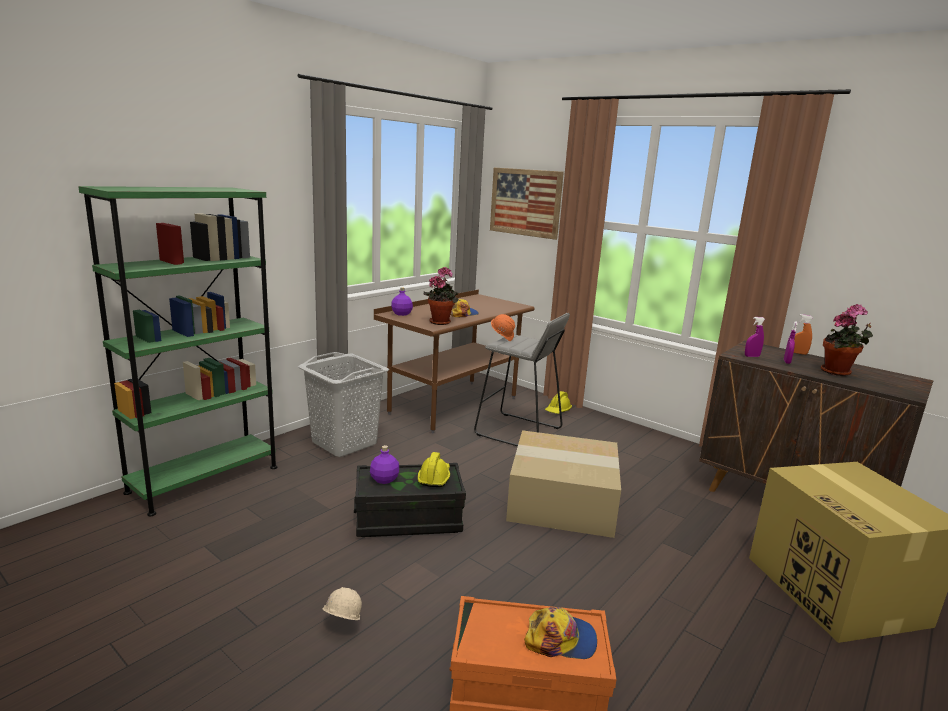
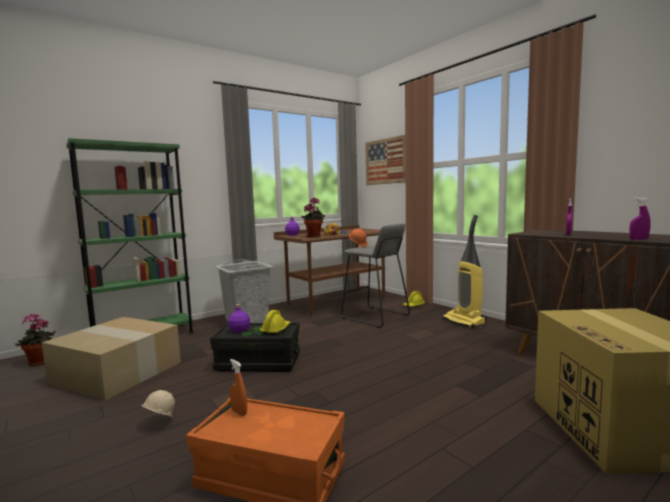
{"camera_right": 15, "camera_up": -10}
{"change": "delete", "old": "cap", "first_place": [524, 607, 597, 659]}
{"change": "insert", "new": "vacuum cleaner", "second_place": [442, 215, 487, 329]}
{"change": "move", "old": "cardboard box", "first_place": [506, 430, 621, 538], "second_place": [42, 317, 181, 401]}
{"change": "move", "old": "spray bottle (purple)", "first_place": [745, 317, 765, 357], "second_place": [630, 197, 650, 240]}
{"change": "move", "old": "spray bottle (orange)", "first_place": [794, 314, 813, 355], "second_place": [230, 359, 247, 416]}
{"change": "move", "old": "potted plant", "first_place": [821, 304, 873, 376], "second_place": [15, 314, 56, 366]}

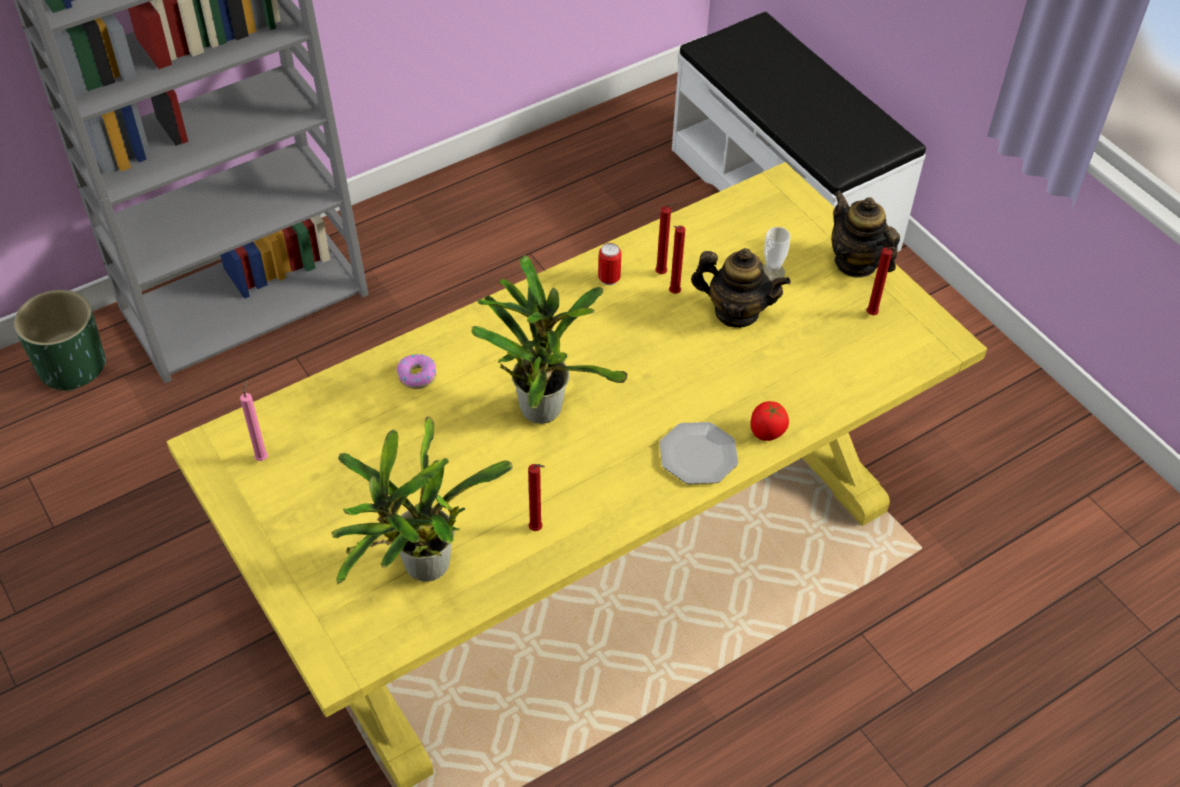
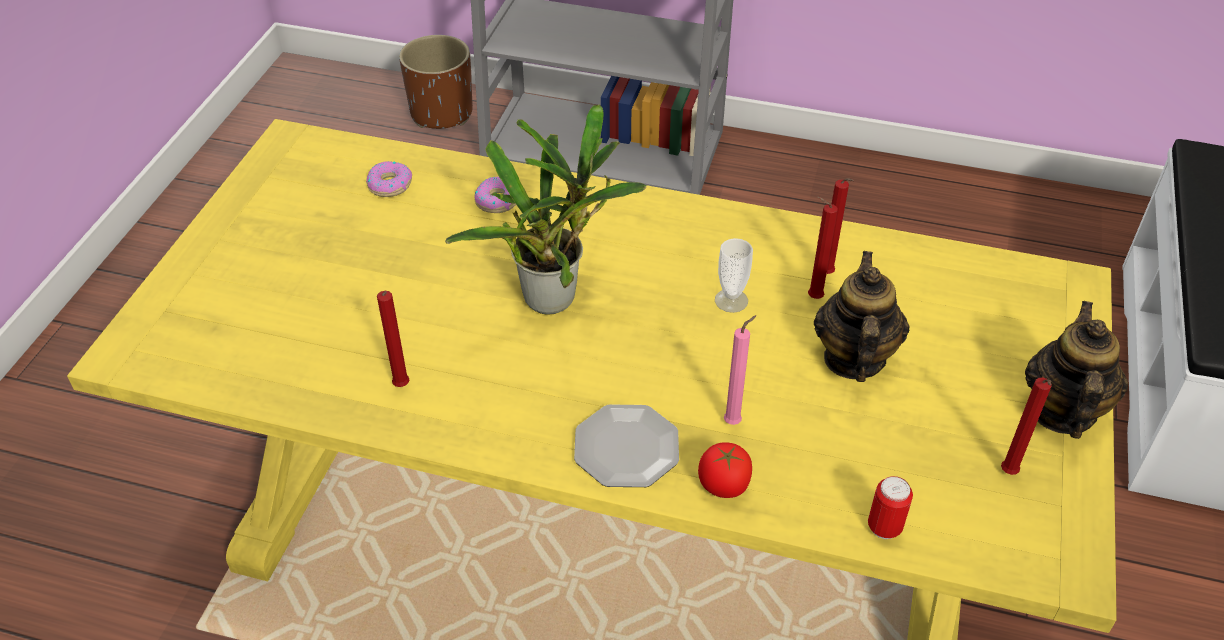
{"camera_right": 50, "camera_up": -5}
{"change": "delete", "old": "potted plant", "first_place": [332, 416, 513, 584]}
{"change": "insert", "new": "donut", "second_place": [366, 161, 412, 197]}
{"change": "move", "old": "candle (pink)", "first_place": [240, 381, 268, 461], "second_place": [724, 315, 757, 425]}
{"change": "move", "old": "can", "first_place": [598, 243, 621, 285], "second_place": [868, 476, 913, 539]}
{"change": "move", "old": "cup", "first_place": [763, 227, 790, 281], "second_place": [715, 238, 753, 313]}
{"change": "recolor", "old": "planter (green)", "new": "planter (brown)", "first_place": [14, 290, 106, 391], "second_place": [399, 35, 473, 129]}
{"change": "rotate", "old": "teapot", "first_place": [691, 248, 791, 328], "second_place": [814, 251, 910, 382], "degrees": -150}

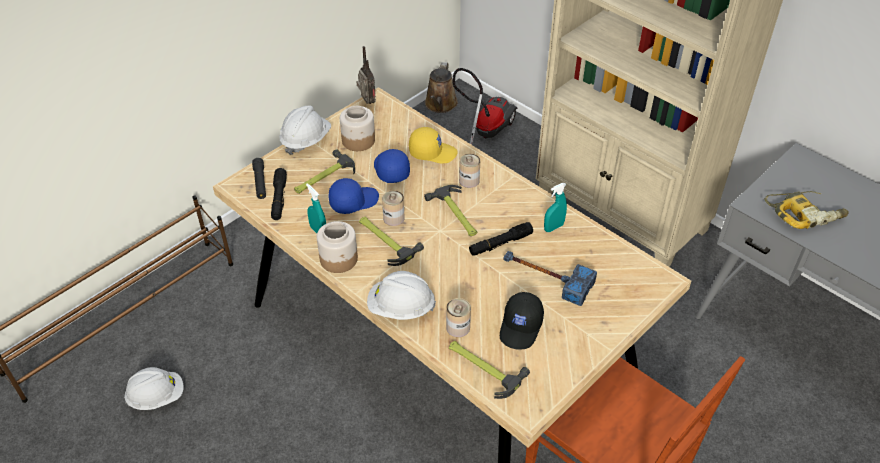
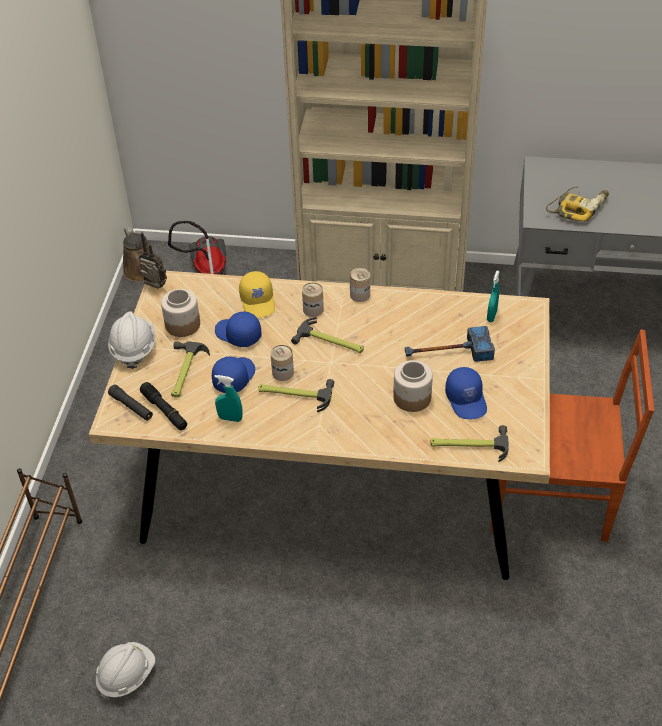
{"camera_right": -35, "camera_up": 0}
{"change": "delete", "old": "hard hat (white)", "first_place": [367, 271, 436, 320]}
{"change": "delete", "old": "flashlight (black)", "first_place": [469, 222, 533, 255]}
{"change": "move", "old": "jar", "first_place": [317, 221, 358, 273], "second_place": [393, 360, 433, 412]}
{"change": "move", "old": "can", "first_place": [446, 298, 471, 337], "second_place": [350, 268, 370, 302]}
{"change": "move", "old": "spray bottle (turquoise)", "first_place": [544, 183, 567, 232], "second_place": [487, 271, 500, 322]}
{"change": "recolor", "old": "cap (black)", "new": "cap (blue)", "first_place": [500, 292, 544, 350], "second_place": [445, 367, 487, 419]}
{"change": "rotate", "old": "cap (yellow)", "first_place": [409, 127, 458, 163], "second_place": [239, 271, 275, 318], "degrees": 105}

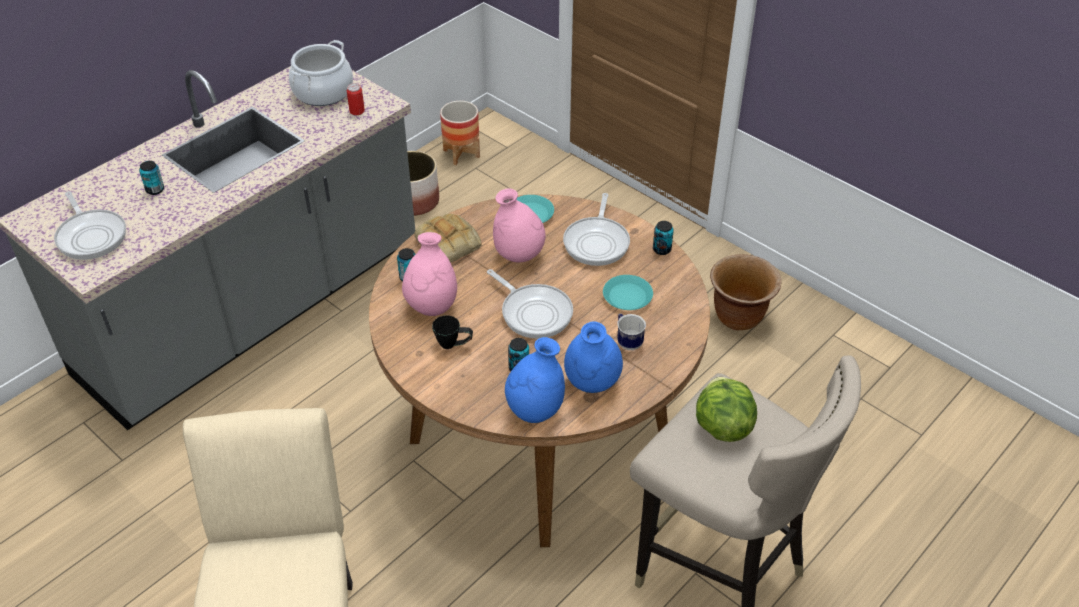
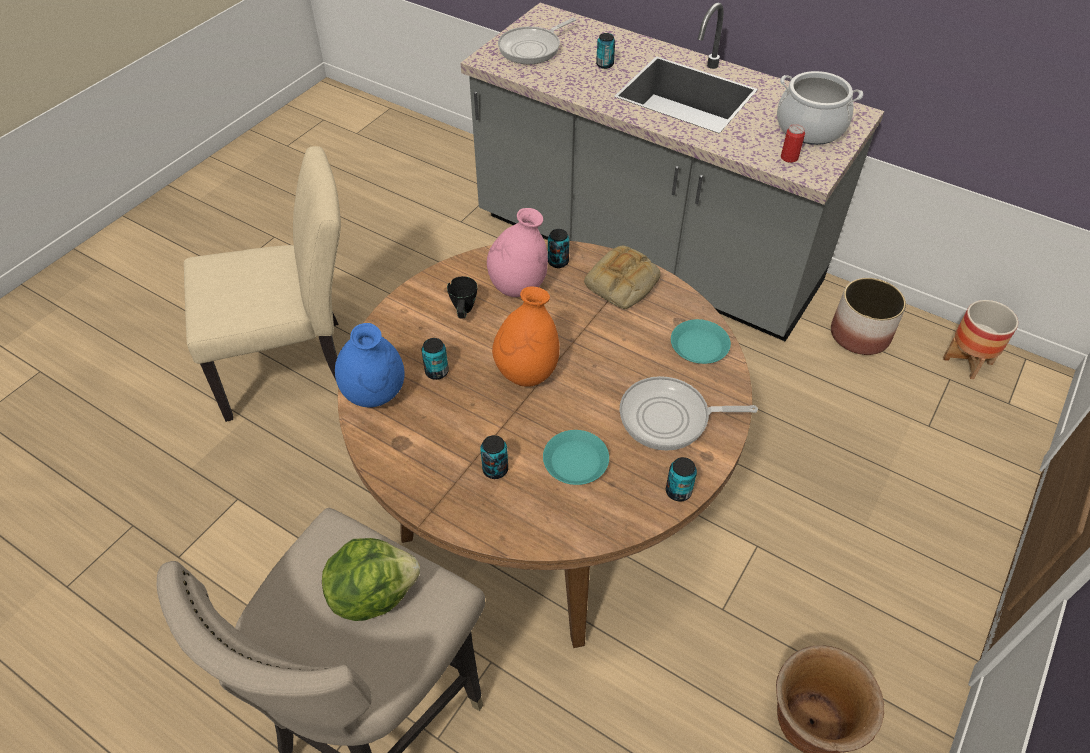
{"camera_right": 80, "camera_up": 5}
{"change": "delete", "old": "vase (pink)", "first_place": [493, 188, 546, 262]}
{"change": "delete", "old": "vase (blue)", "first_place": [564, 321, 623, 393]}
{"change": "replace", "old": "frying pan", "new": "vase (orange)", "first_place": [487, 269, 573, 339], "second_place": [492, 287, 559, 387]}
{"change": "replace", "old": "mug", "new": "can", "first_place": [617, 314, 646, 350], "second_place": [480, 435, 508, 479]}

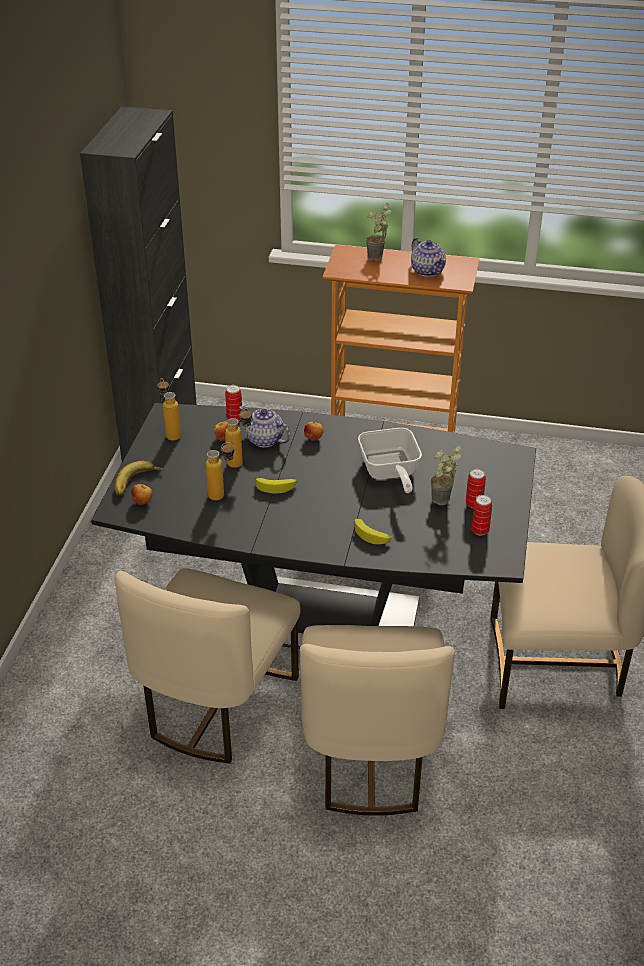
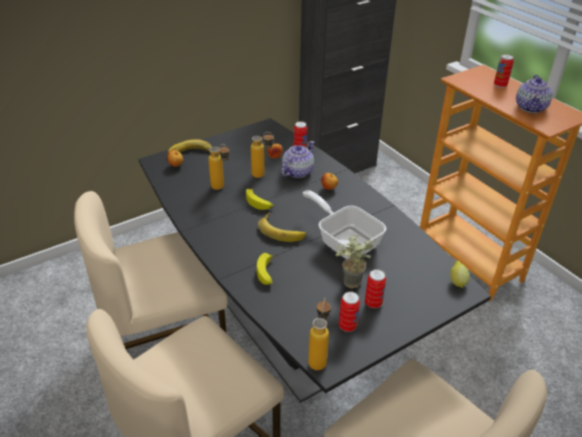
{"camera_right": 45, "camera_up": 0}
{"change": "insert", "new": "banana", "second_place": [258, 212, 306, 242]}
{"change": "insert", "new": "lemon", "second_place": [450, 261, 470, 288]}
{"change": "move", "old": "bottle", "first_place": [157, 378, 181, 441], "second_place": [308, 298, 331, 370]}
{"change": "replace", "old": "potted plant", "new": "can", "first_place": [366, 203, 391, 261], "second_place": [494, 54, 514, 88]}
{"change": "rotate", "old": "teapot", "first_place": [239, 406, 291, 447], "second_place": [281, 141, 315, 178], "degrees": 45}
{"change": "rotate", "old": "frying pan", "first_place": [358, 428, 422, 493], "second_place": [303, 190, 386, 259], "degrees": 105}

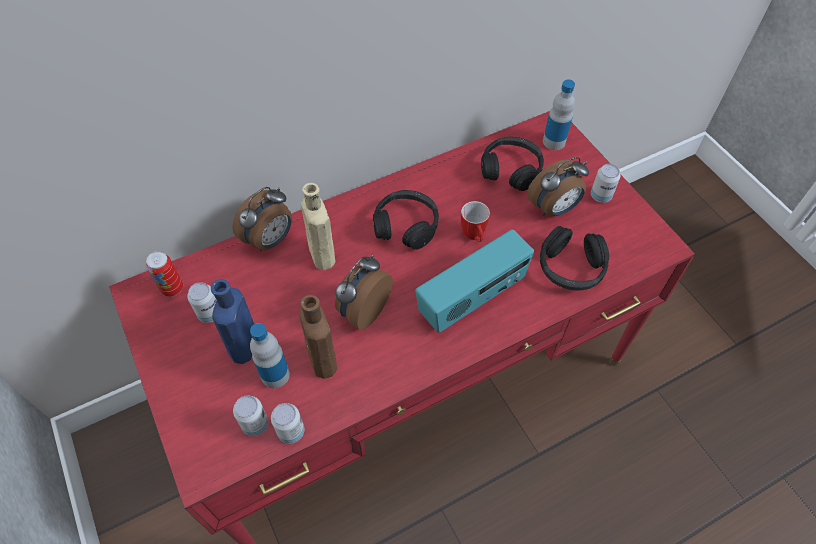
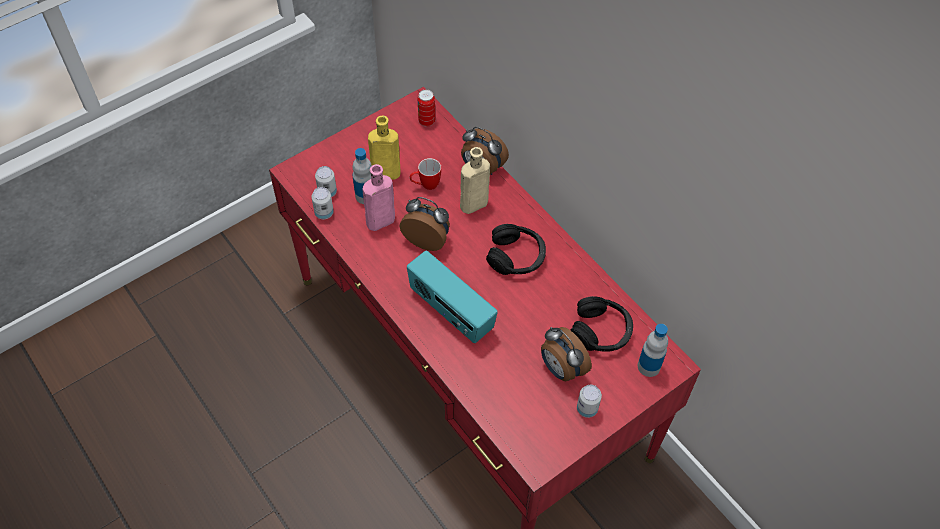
{"camera_right": 80, "camera_up": 0}
{"change": "delete", "old": "can", "first_place": [187, 282, 216, 323]}
{"change": "delete", "old": "headphones (black)", "first_place": [540, 226, 609, 290]}
{"change": "move", "old": "mug", "first_place": [461, 201, 490, 242], "second_place": [410, 158, 441, 190]}
{"change": "recolor", "old": "bottle (blue)", "new": "bottle (yellow)", "first_place": [211, 279, 254, 364], "second_place": [368, 116, 401, 180]}
{"change": "recolor", "old": "bottle (brown)", "new": "bottle (pink)", "first_place": [299, 295, 337, 379], "second_place": [362, 164, 395, 231]}

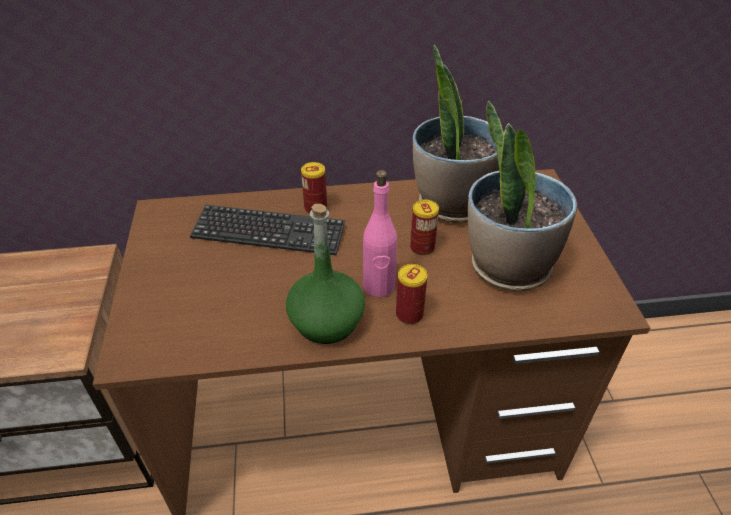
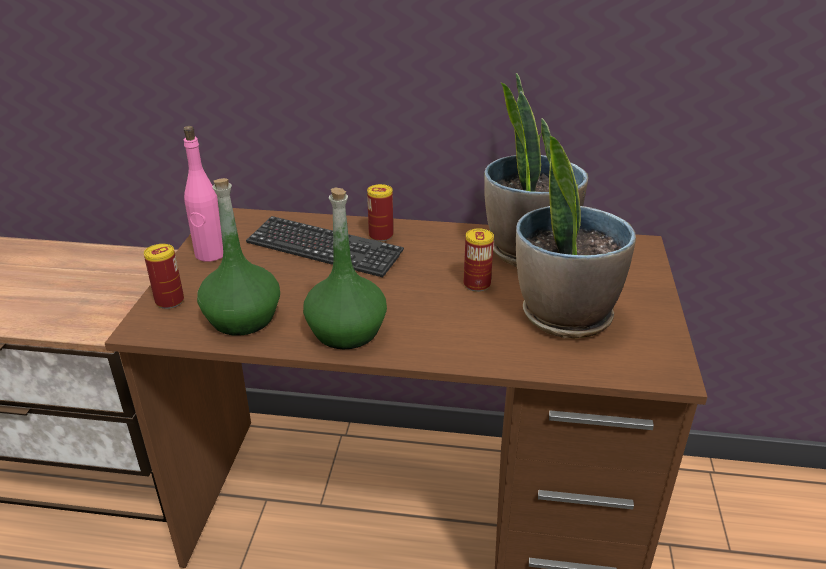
{"camera_right": 15, "camera_up": -10}
{"change": "insert", "new": "bottle (green)", "second_place": [197, 178, 280, 336]}
{"change": "move", "old": "bottle (pink)", "first_place": [363, 170, 397, 297], "second_place": [184, 126, 223, 262]}
{"change": "move", "old": "can", "first_place": [396, 264, 428, 324], "second_place": [144, 244, 184, 309]}

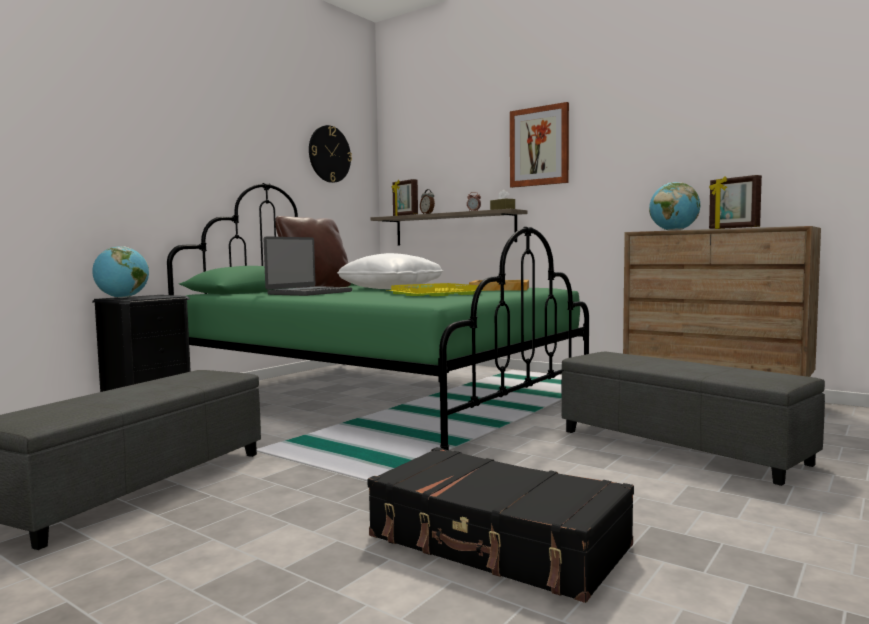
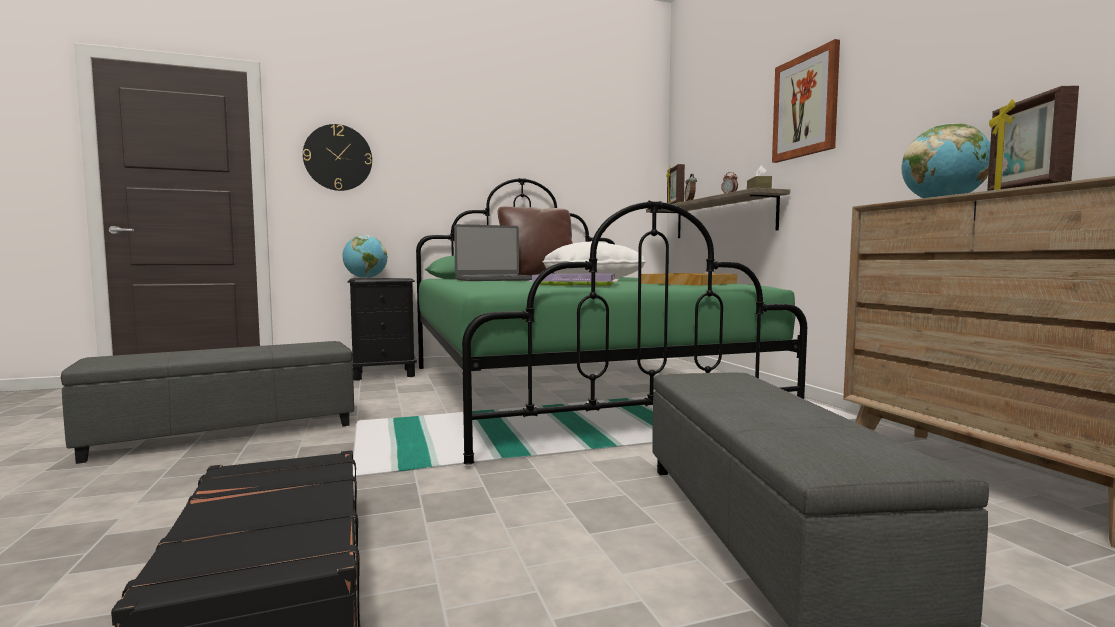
{"camera_right": 35, "camera_up": 0}
{"change": "move", "old": "wall clock", "first_place": [309, 125, 352, 183], "second_place": [303, 124, 372, 191]}
{"change": "recolor", "old": "tray (yellow)", "new": "tray (purple)", "first_place": [388, 283, 485, 296], "second_place": [530, 273, 619, 286]}

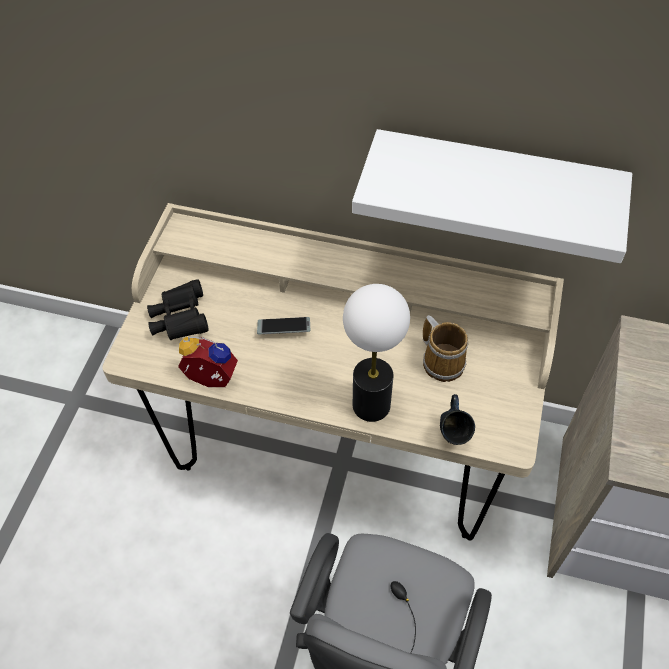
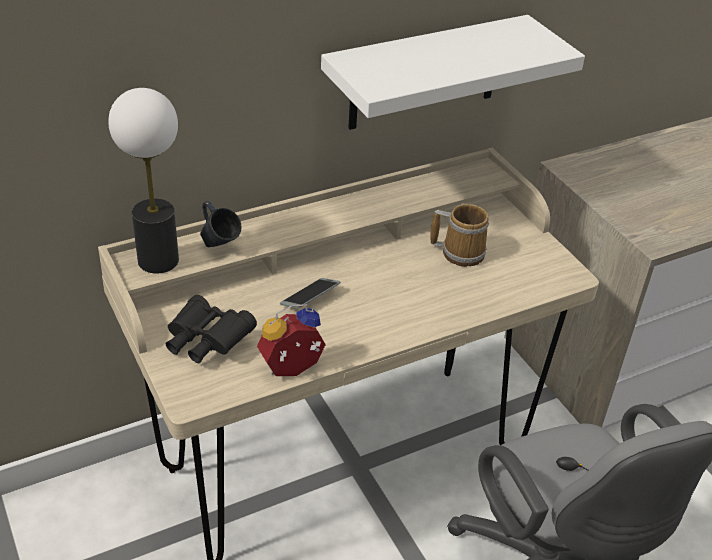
{"camera_right": -45, "camera_up": -15}
{"change": "move", "old": "table lamp", "first_place": [343, 284, 410, 422], "second_place": [108, 88, 179, 273]}
{"change": "move", "old": "mug (blue)", "first_place": [440, 394, 475, 445], "second_place": [200, 201, 242, 247]}

